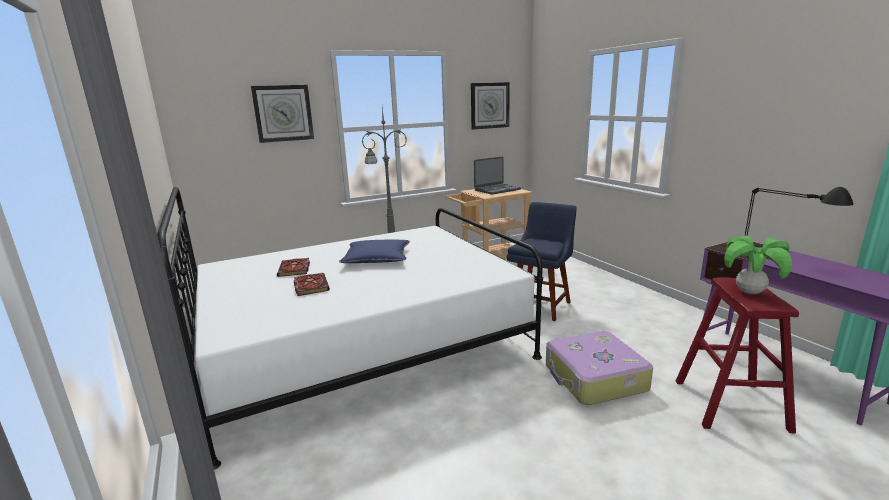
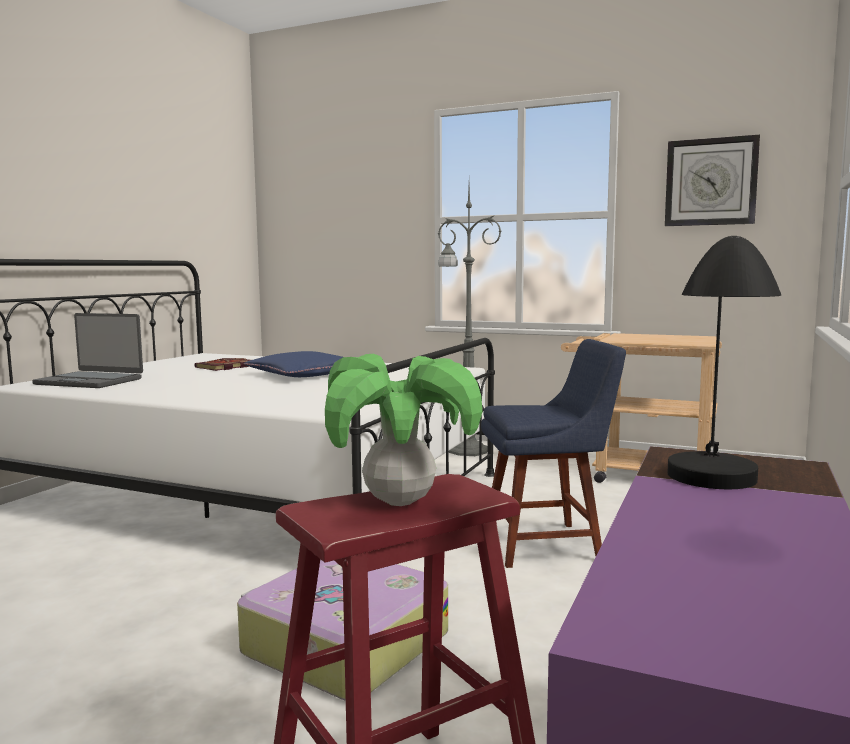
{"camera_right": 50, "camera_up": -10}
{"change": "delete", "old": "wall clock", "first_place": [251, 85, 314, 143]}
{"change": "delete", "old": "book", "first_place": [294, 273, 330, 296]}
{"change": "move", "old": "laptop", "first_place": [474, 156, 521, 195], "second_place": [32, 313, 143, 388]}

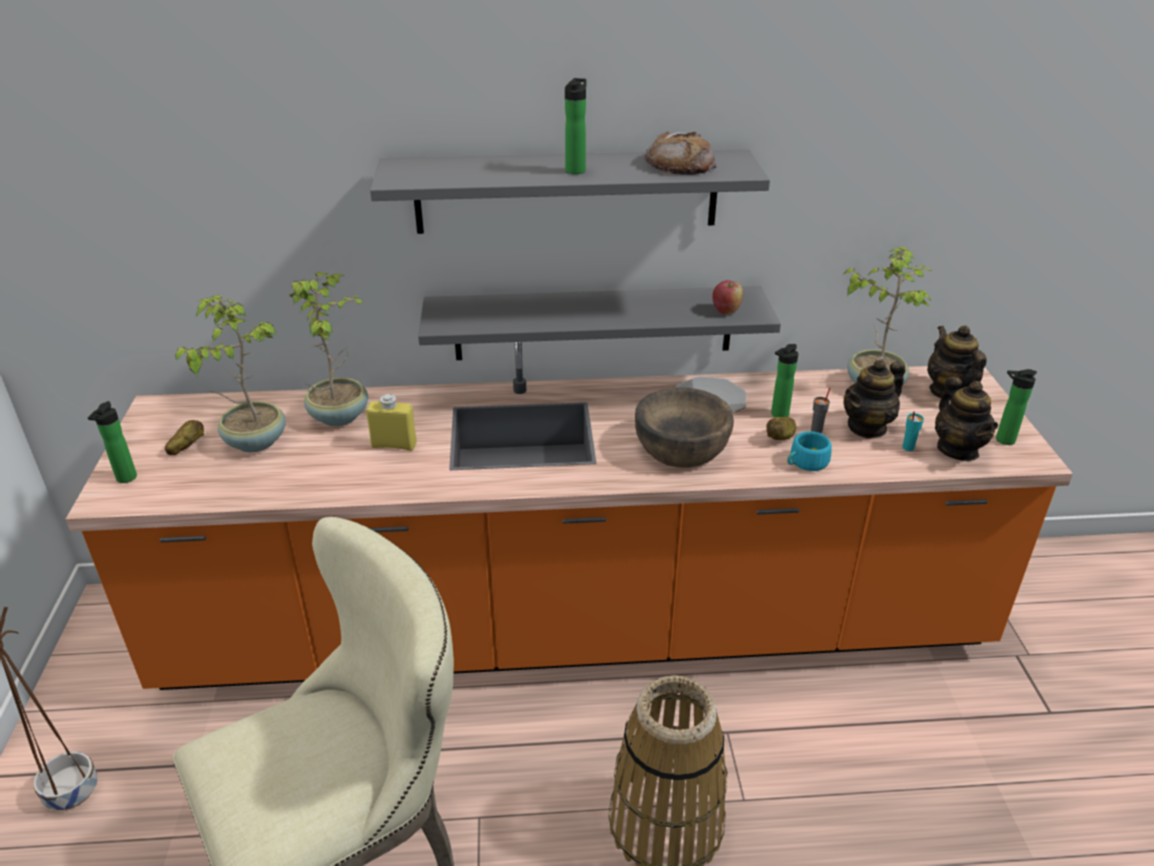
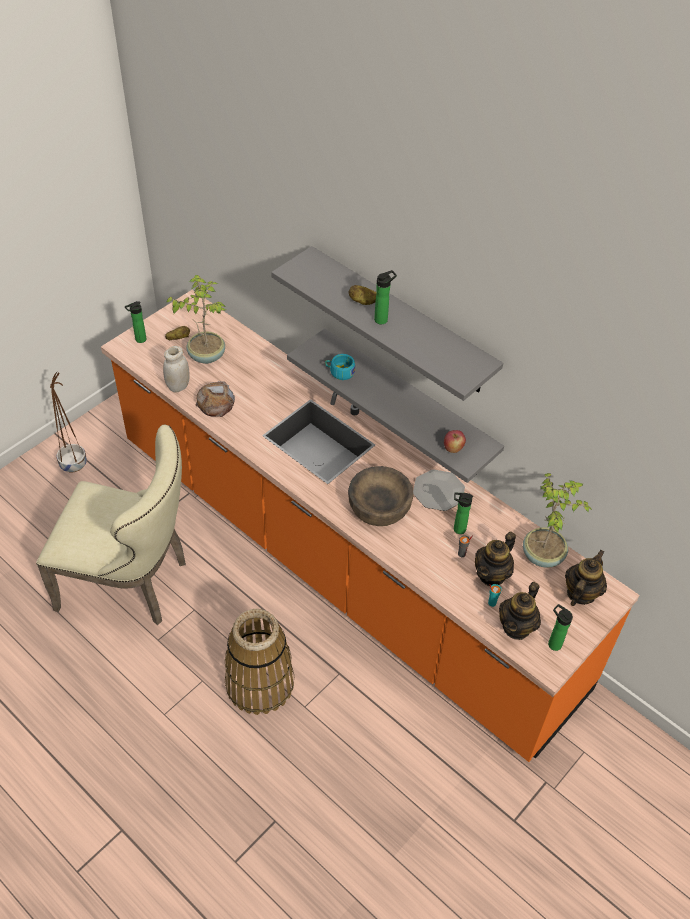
{"camera_right": 45, "camera_up": 15}
{"change": "delete", "old": "potted plant", "first_place": [289, 272, 368, 426]}
{"change": "delete", "old": "bottle (yellow)", "first_place": [366, 394, 417, 451]}
{"change": "insert", "new": "jar (white)", "second_place": [163, 346, 190, 393]}
{"change": "move", "old": "bread", "first_place": [644, 131, 716, 175], "second_place": [195, 381, 235, 417]}
{"change": "move", "old": "potato", "first_place": [767, 417, 796, 440], "second_place": [349, 285, 377, 305]}
{"change": "move", "old": "cup (turquoise)", "first_place": [787, 431, 832, 471], "second_place": [325, 354, 355, 380]}
{"change": "rotate", "old": "teapot", "first_place": [844, 359, 905, 439], "second_place": [475, 532, 516, 586], "degrees": -60}

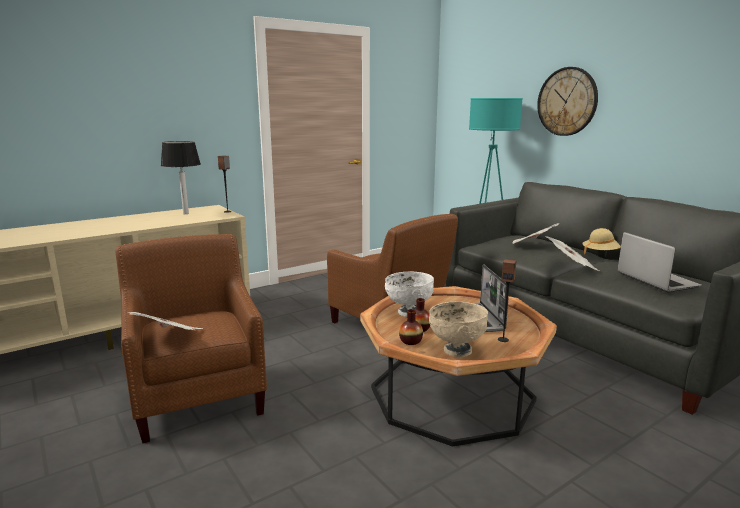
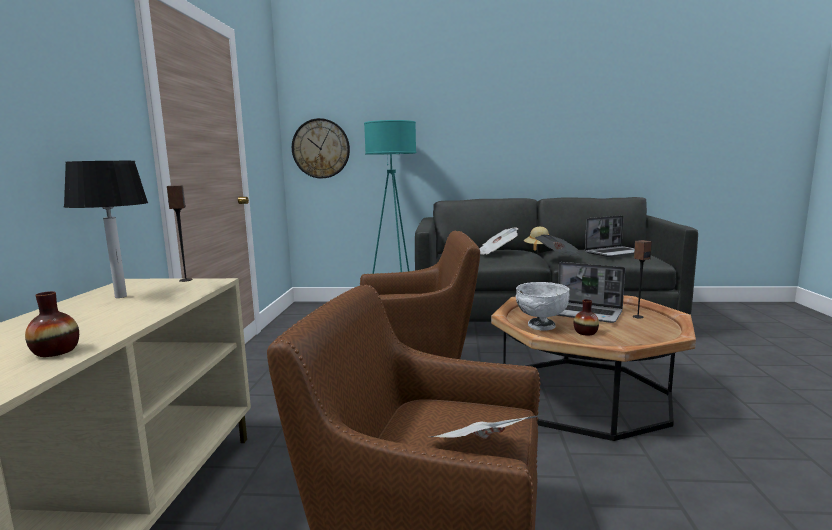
{"camera_right": -50, "camera_up": -5}
{"change": "delete", "old": "bowl (beige)", "first_place": [429, 302, 488, 357]}
{"change": "move", "old": "vase", "first_place": [399, 309, 423, 345], "second_place": [25, 291, 79, 357]}
{"change": "move", "old": "wall clock", "first_place": [537, 67, 598, 136], "second_place": [292, 118, 350, 178]}
{"change": "rotate", "old": "laptop", "first_place": [617, 232, 702, 292], "second_place": [585, 215, 635, 257], "degrees": 135}

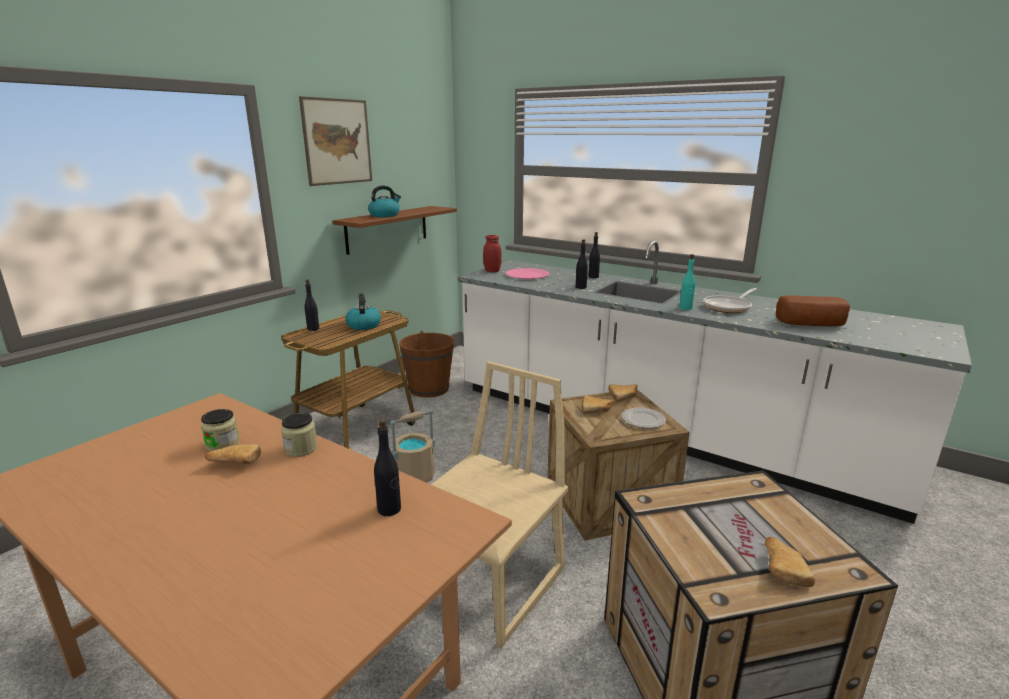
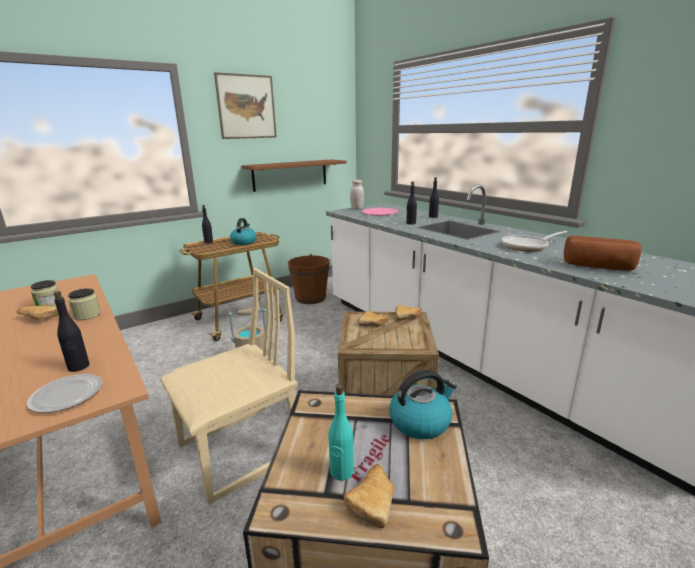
{"camera_right": 20, "camera_up": 0}
{"change": "move", "old": "kettle", "first_place": [368, 185, 401, 217], "second_place": [389, 370, 457, 439]}
{"change": "move", "old": "plate", "first_place": [622, 408, 666, 428], "second_place": [27, 374, 103, 413]}
{"change": "move", "old": "bottle (turquoise)", "first_place": [679, 254, 695, 310], "second_place": [328, 384, 354, 481]}
{"change": "recolor", "old": "jar (red)", "new": "jar (white)", "first_place": [483, 235, 502, 272], "second_place": [350, 180, 364, 210]}

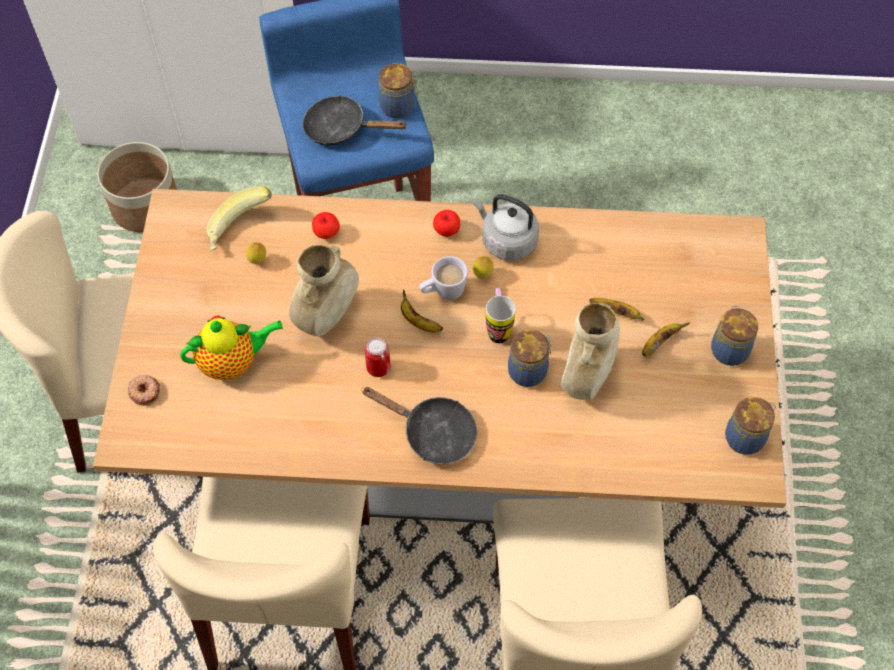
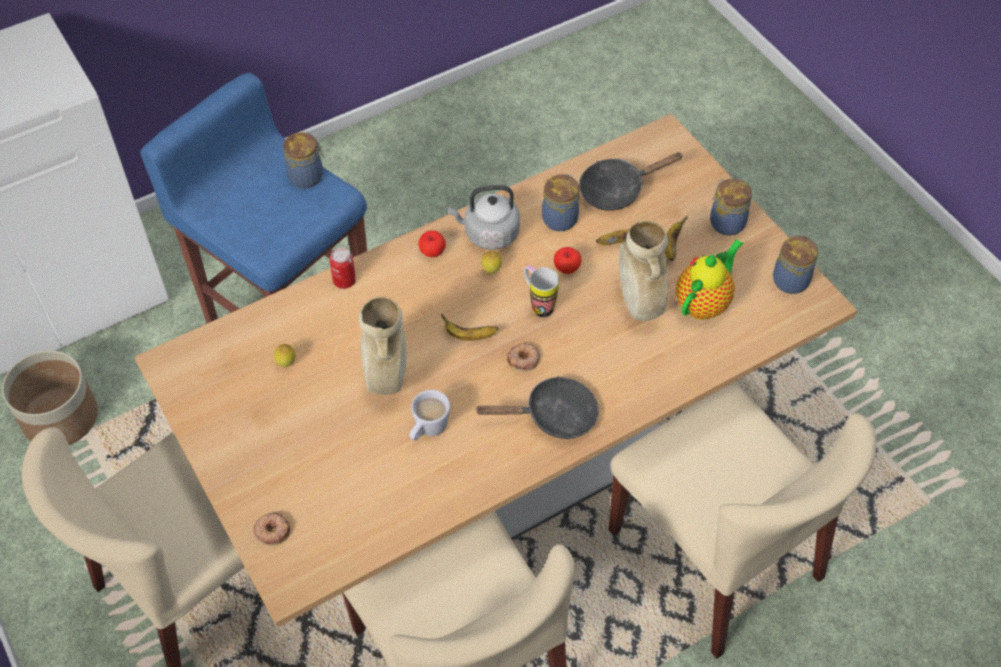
{"camera_right": -35, "camera_up": -5}
{"change": "delete", "old": "banana", "first_place": [206, 186, 272, 251]}
{"change": "insert", "new": "donut", "second_place": [507, 343, 540, 371]}
{"change": "move", "old": "teapot", "first_place": [180, 316, 283, 380], "second_place": [676, 239, 744, 320]}
{"change": "move", "old": "frying pan (black)", "first_place": [302, 95, 408, 146], "second_place": [579, 152, 683, 211]}
{"change": "move", "old": "apple", "first_place": [312, 212, 340, 239], "second_place": [554, 247, 582, 274]}
{"change": "move", "old": "can", "first_place": [365, 337, 391, 377], "second_place": [329, 247, 356, 289]}
{"change": "move", "old": "mug (white)", "first_place": [419, 256, 468, 300], "second_place": [409, 390, 450, 441]}
{"change": "move", "old": "jar", "first_place": [508, 330, 552, 387], "second_place": [542, 174, 579, 231]}

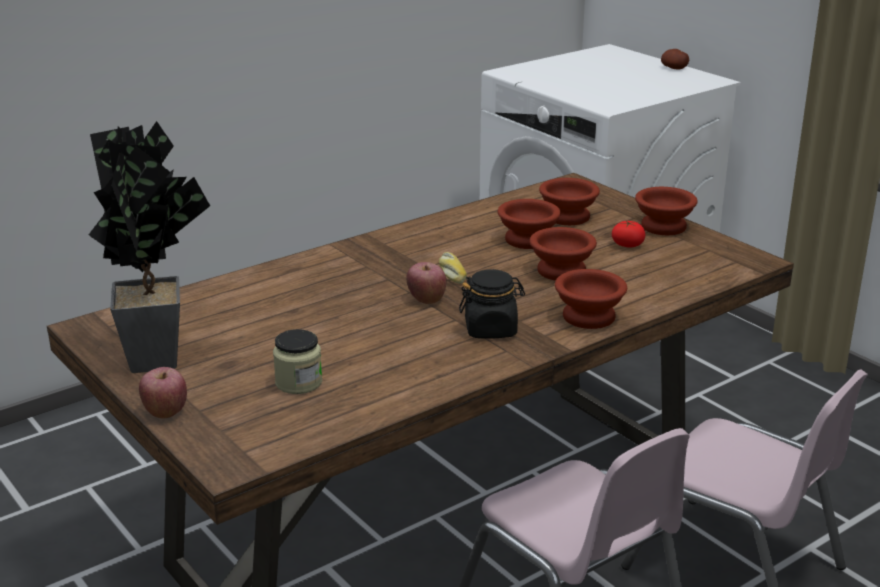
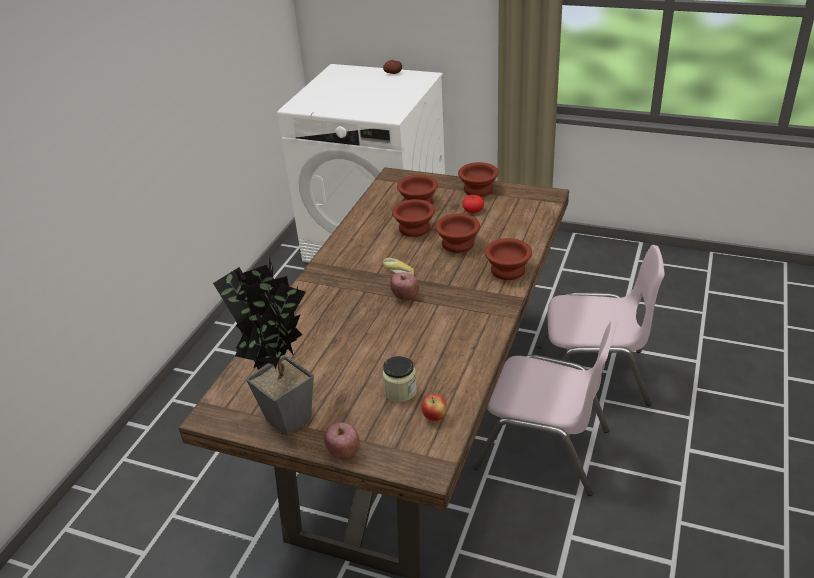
{"camera_right": -30, "camera_up": 10}
{"change": "delete", "old": "jar (black)", "first_place": [459, 269, 525, 338]}
{"change": "insert", "new": "apple", "second_place": [421, 394, 447, 421]}

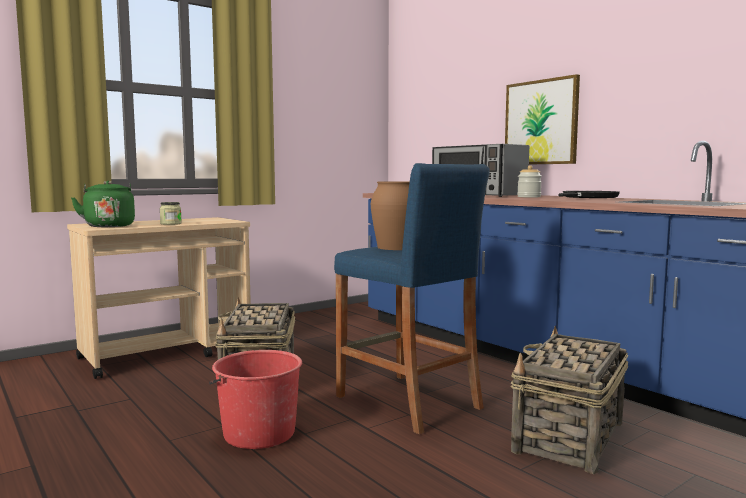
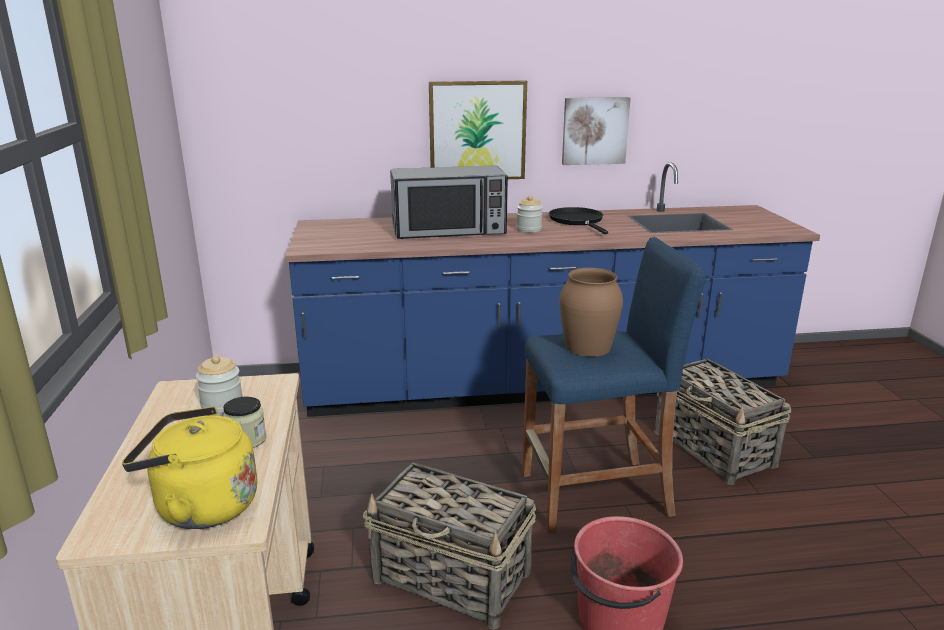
{"camera_right": -60, "camera_up": 15}
{"change": "insert", "new": "jar", "second_place": [196, 355, 243, 415]}
{"change": "insert", "new": "picture", "second_place": [562, 97, 631, 165]}
{"change": "recolor", "old": "kettle (green)", "new": "kettle (yellow)", "first_place": [71, 181, 135, 227], "second_place": [122, 407, 257, 529]}

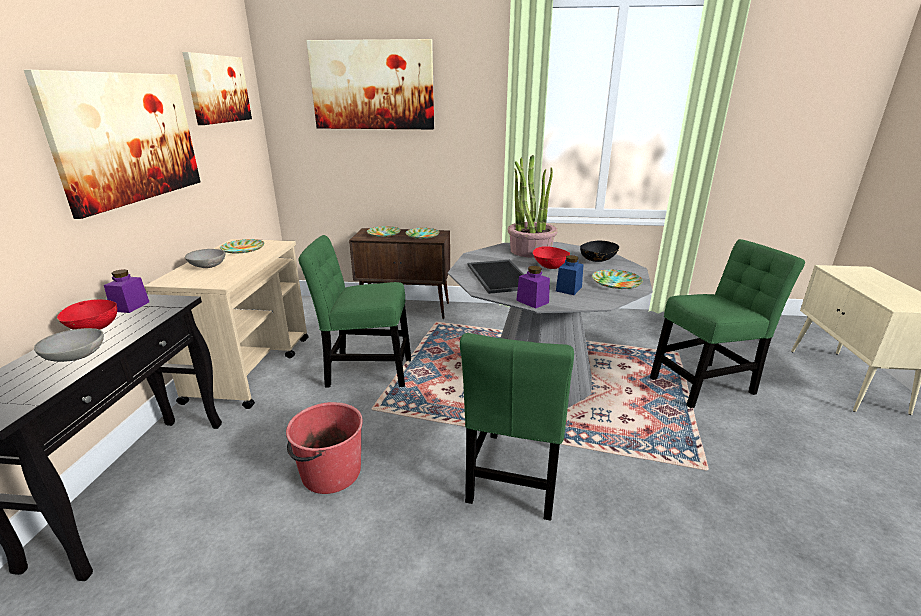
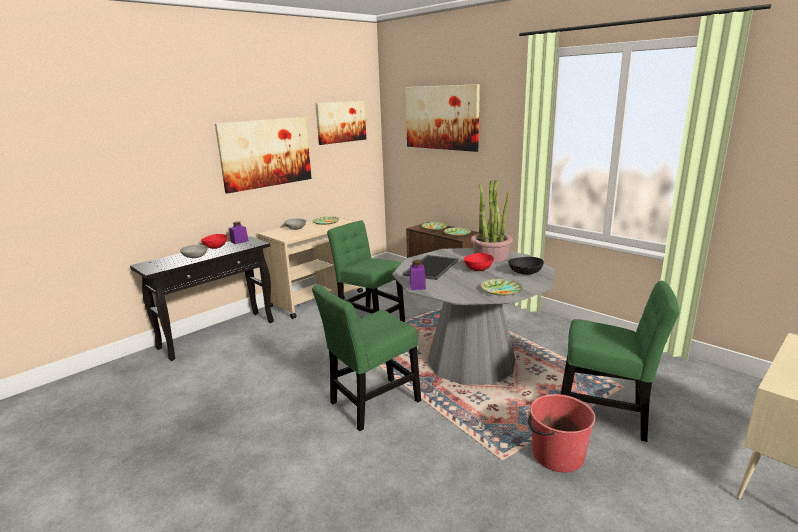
{"camera_right": 40, "camera_up": -5}
{"change": "delete", "old": "jar (blue)", "first_place": [556, 255, 584, 295]}
{"change": "move", "old": "bucket (red)", "first_place": [286, 402, 363, 494], "second_place": [528, 394, 596, 472]}

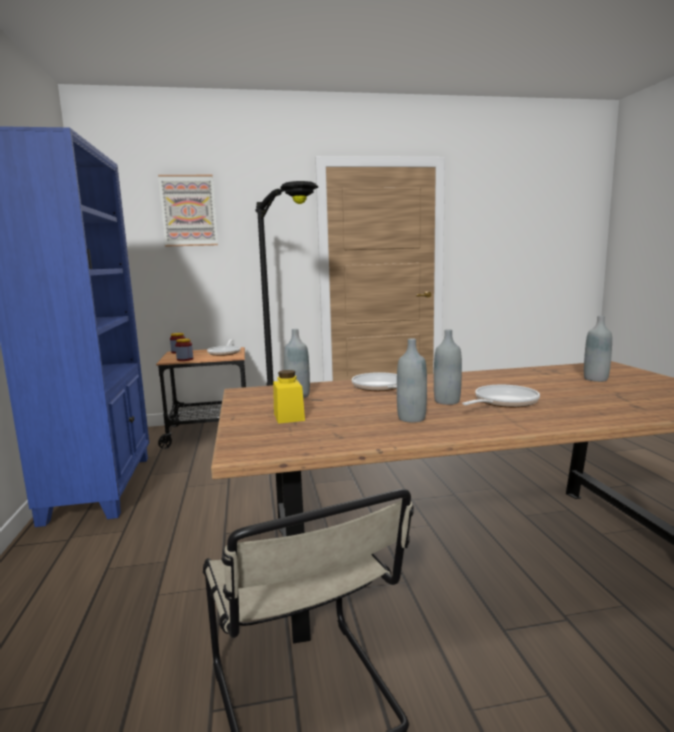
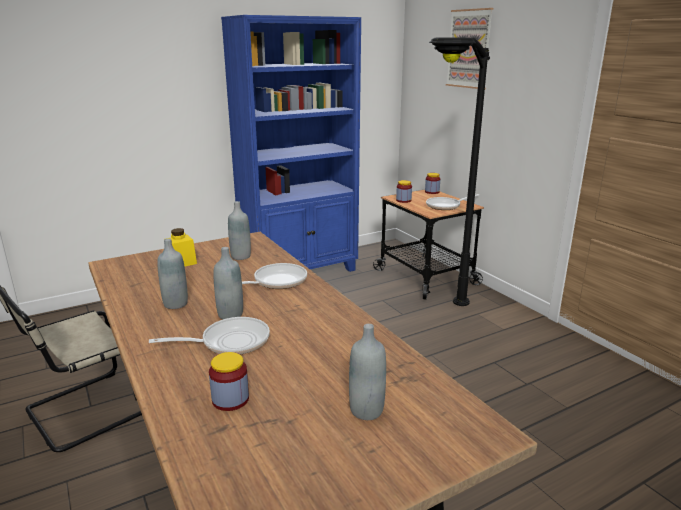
{"camera_right": 70, "camera_up": 10}
{"change": "insert", "new": "jar", "second_place": [209, 352, 249, 411]}
{"change": "rotate", "old": "frying pan", "first_place": [462, 385, 540, 408], "second_place": [149, 317, 270, 355], "degrees": -45}

